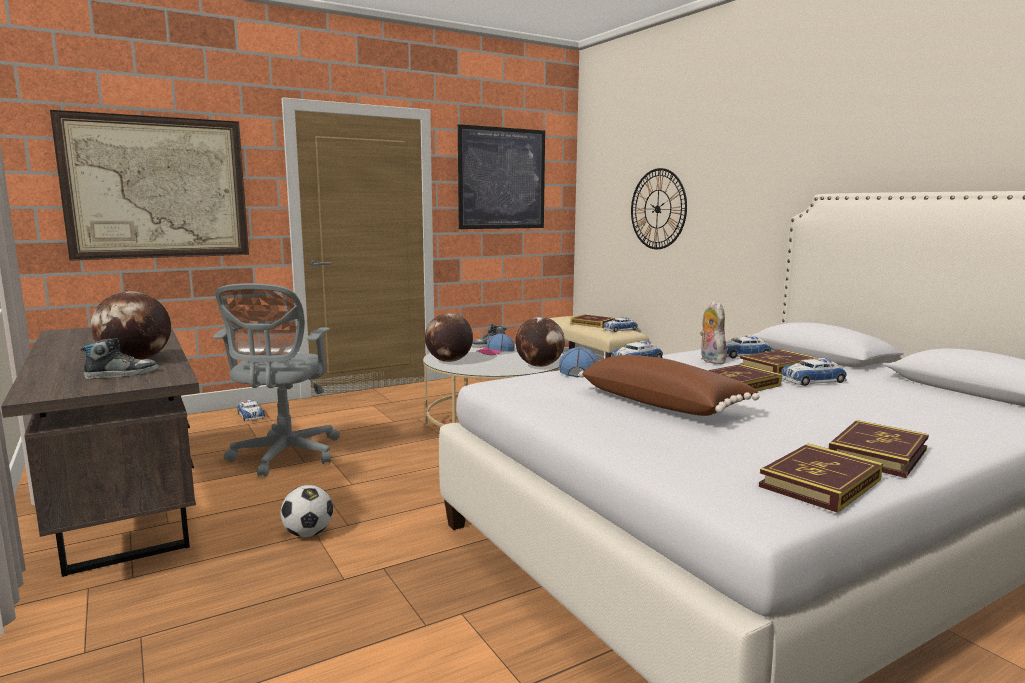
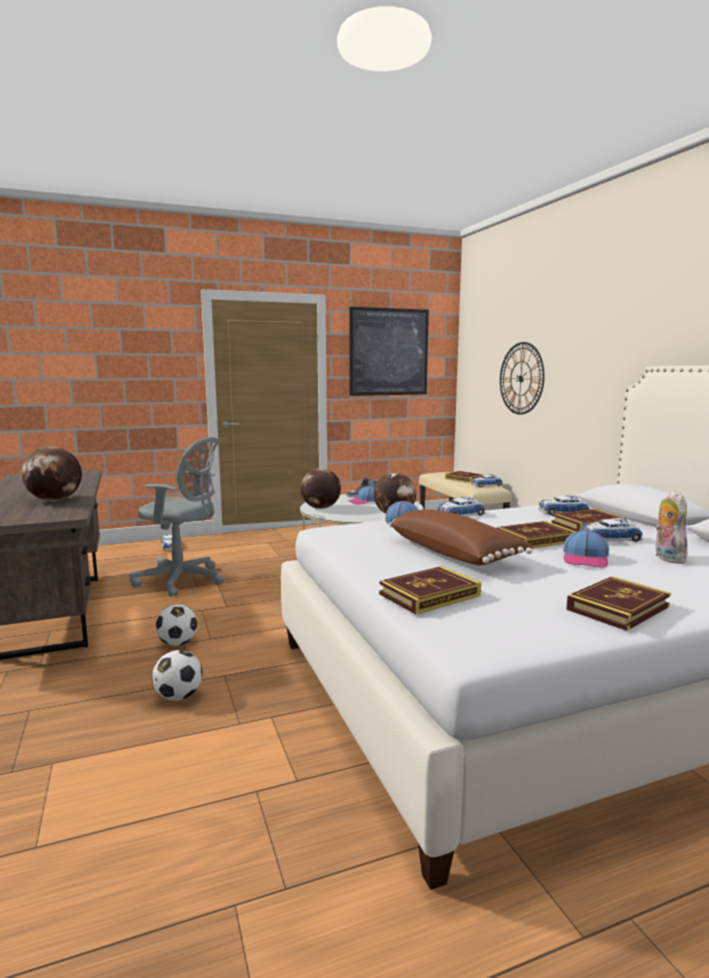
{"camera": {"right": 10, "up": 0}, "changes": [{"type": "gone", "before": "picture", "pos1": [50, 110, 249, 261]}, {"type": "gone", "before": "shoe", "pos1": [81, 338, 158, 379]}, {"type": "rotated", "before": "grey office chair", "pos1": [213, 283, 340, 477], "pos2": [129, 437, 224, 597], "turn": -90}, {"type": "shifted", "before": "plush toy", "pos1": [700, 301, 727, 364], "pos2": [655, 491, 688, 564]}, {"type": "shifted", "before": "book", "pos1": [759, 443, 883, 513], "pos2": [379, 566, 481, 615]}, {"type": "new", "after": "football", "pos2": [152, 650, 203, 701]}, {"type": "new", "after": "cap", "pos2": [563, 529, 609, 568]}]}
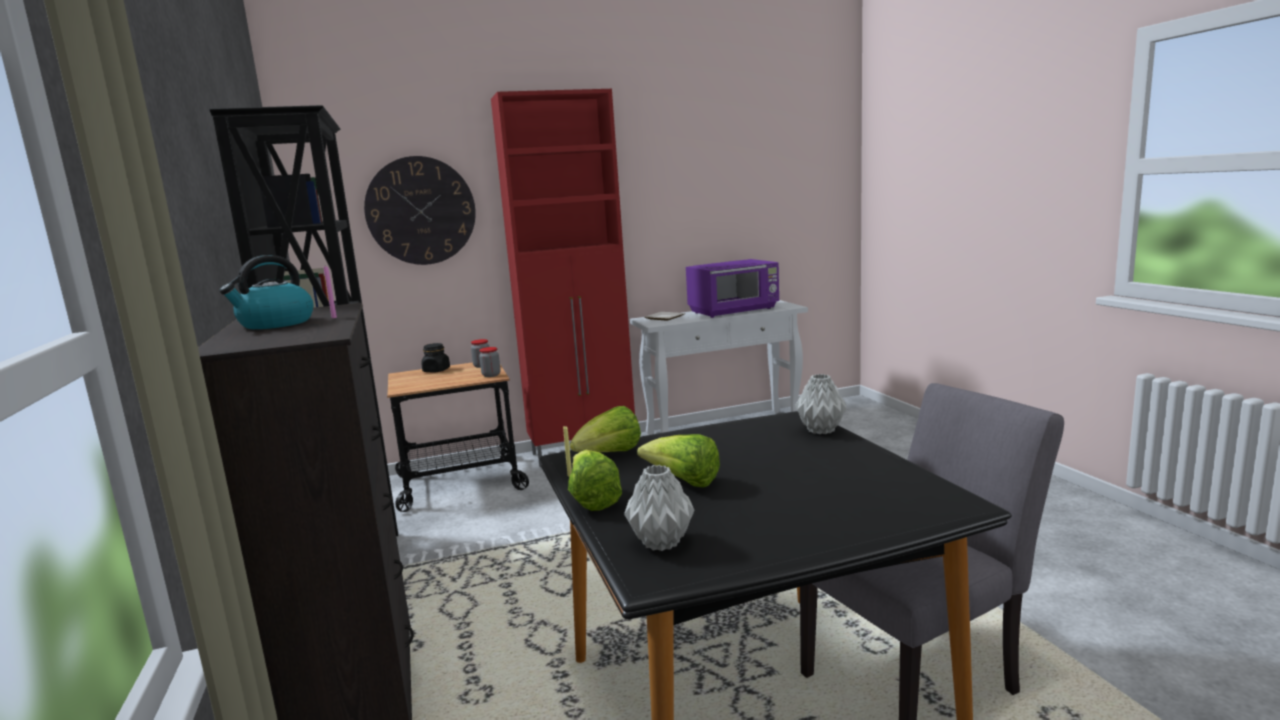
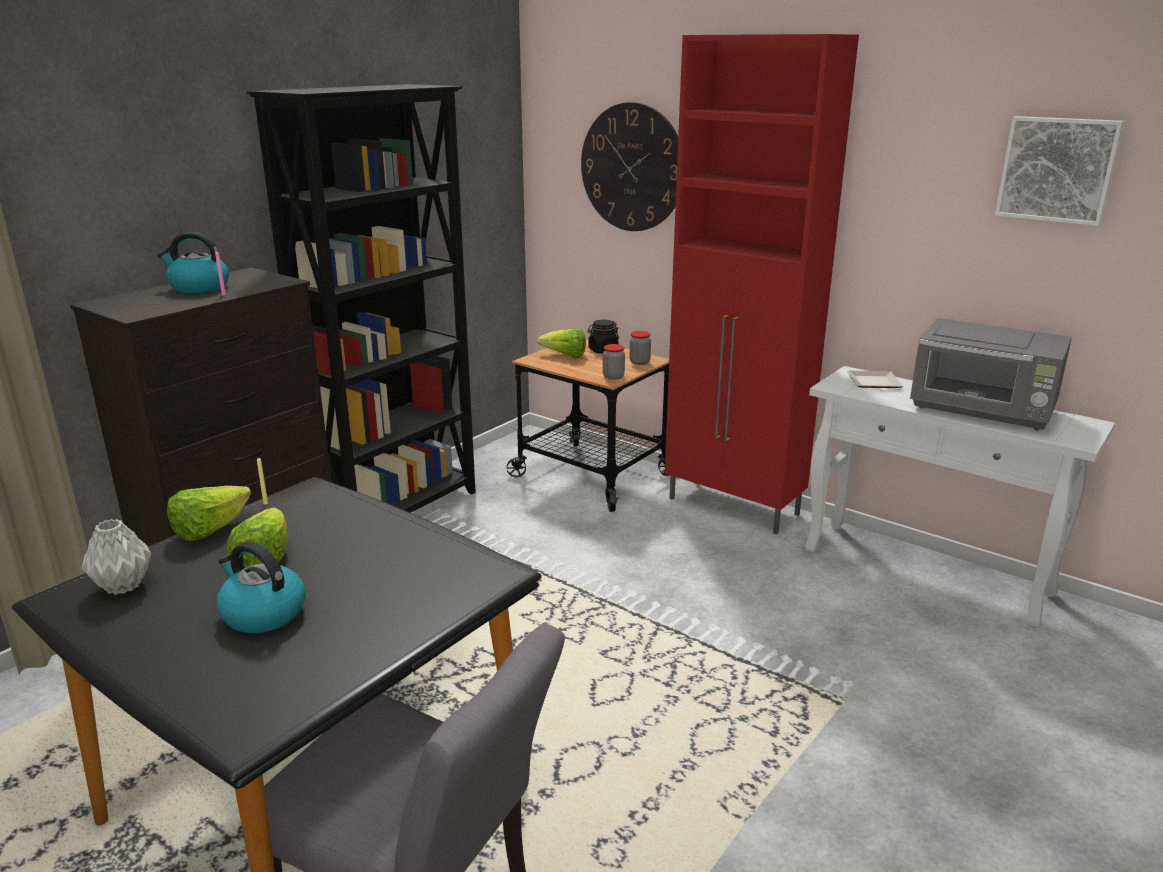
{"camera": {"right": 55, "up": 10}, "changes": [{"type": "shifted", "before": "lettuce", "pos1": [570, 406, 641, 452], "pos2": [537, 328, 586, 358]}, {"type": "repainted", "before": "purple microwave", "after": "grey microwave", "pos1": [686, 259, 779, 318], "pos2": [910, 318, 1072, 430]}, {"type": "gone", "before": "grey vase", "pos1": [795, 374, 846, 434]}, {"type": "new", "after": "kettle", "pos2": [217, 541, 306, 633]}, {"type": "new", "after": "picture", "pos2": [995, 116, 1124, 226]}]}
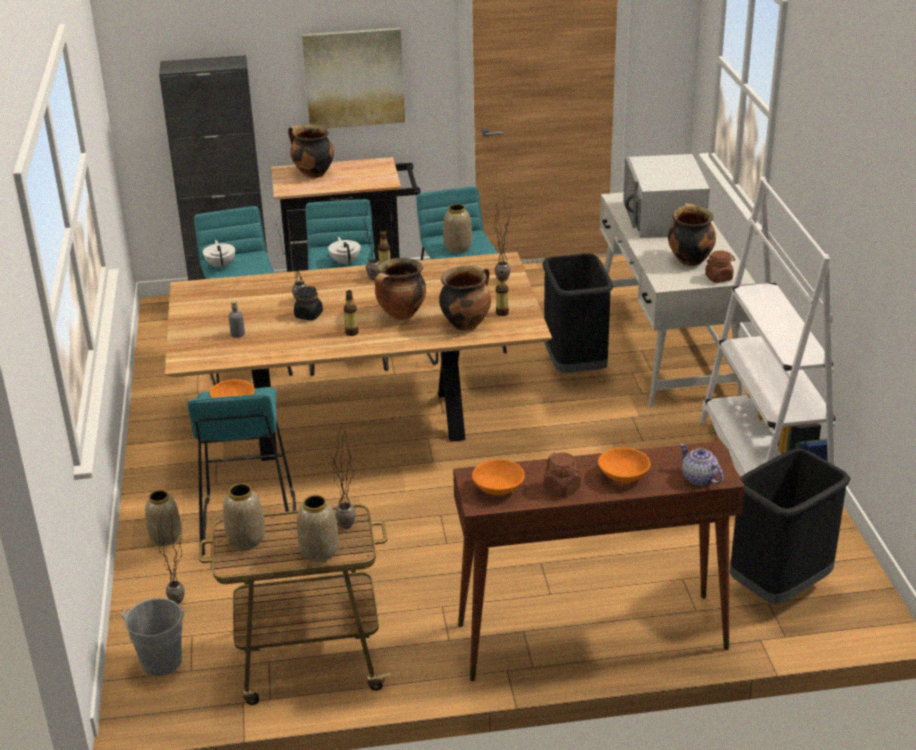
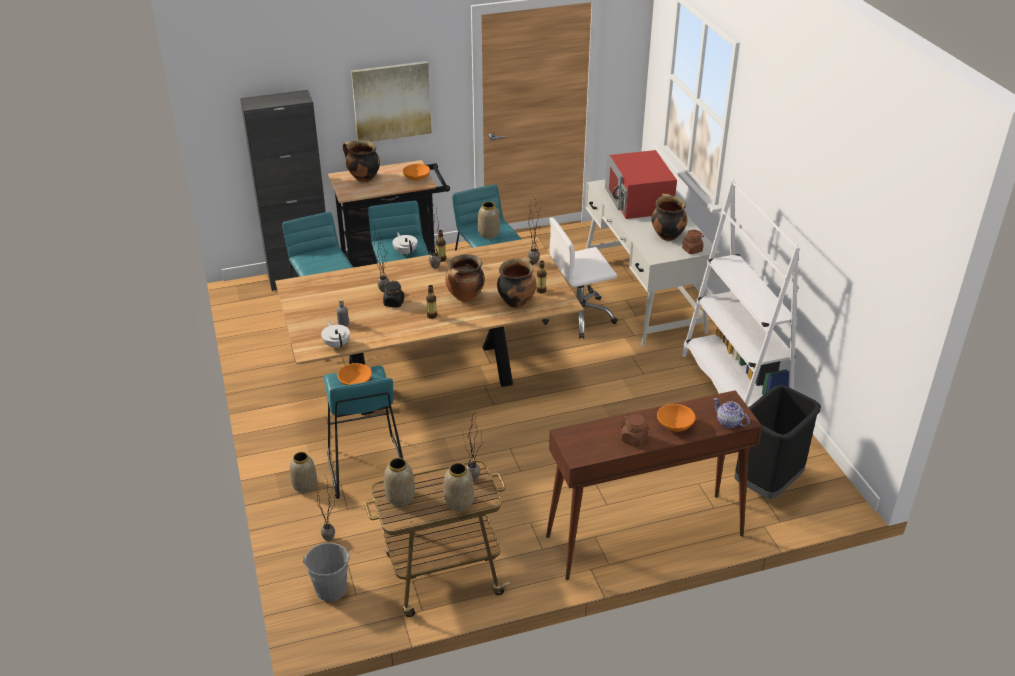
{"camera": {"right": -10, "up": 5}, "changes": [{"type": "shifted", "before": "white teapot", "pos1": [203, 240, 235, 269], "pos2": [321, 321, 350, 348]}, {"type": "shifted", "before": "orange bowl", "pos1": [472, 459, 525, 495], "pos2": [403, 164, 430, 181]}, {"type": "swapped", "before": "black trash can", "after": "white office chair", "pos1": [542, 253, 613, 373], "pos2": [542, 218, 618, 339]}, {"type": "repainted", "before": "white microwave", "after": "red microwave", "pos1": [623, 154, 710, 238], "pos2": [605, 150, 677, 219]}]}
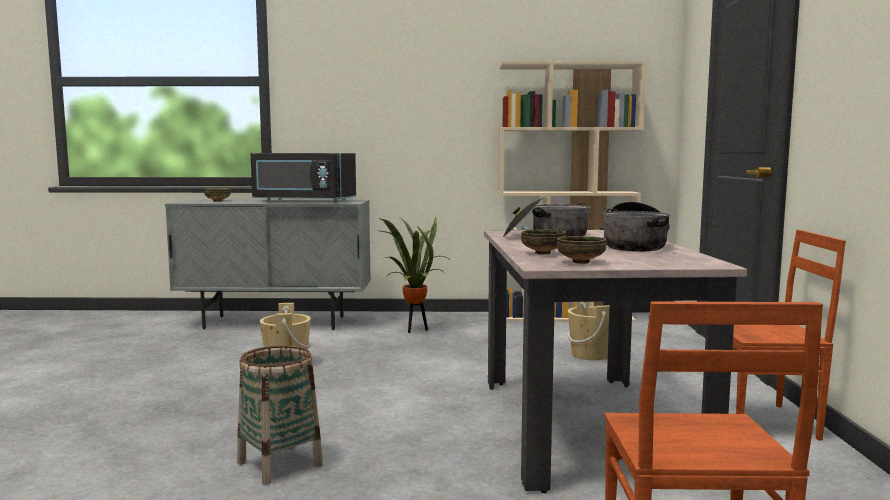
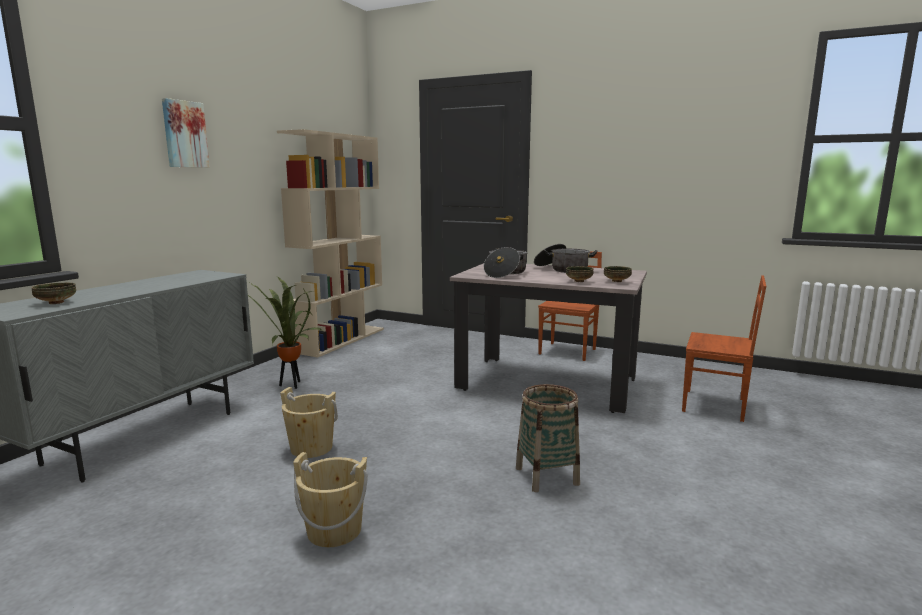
{"camera": {"right": -65, "up": 5}, "changes": [{"type": "gone", "before": "black microwave", "pos1": [251, 153, 356, 203]}, {"type": "shifted", "before": "beige bucket", "pos1": [568, 302, 609, 360], "pos2": [293, 452, 368, 547]}, {"type": "new", "after": "picture", "pos2": [162, 98, 210, 168]}]}
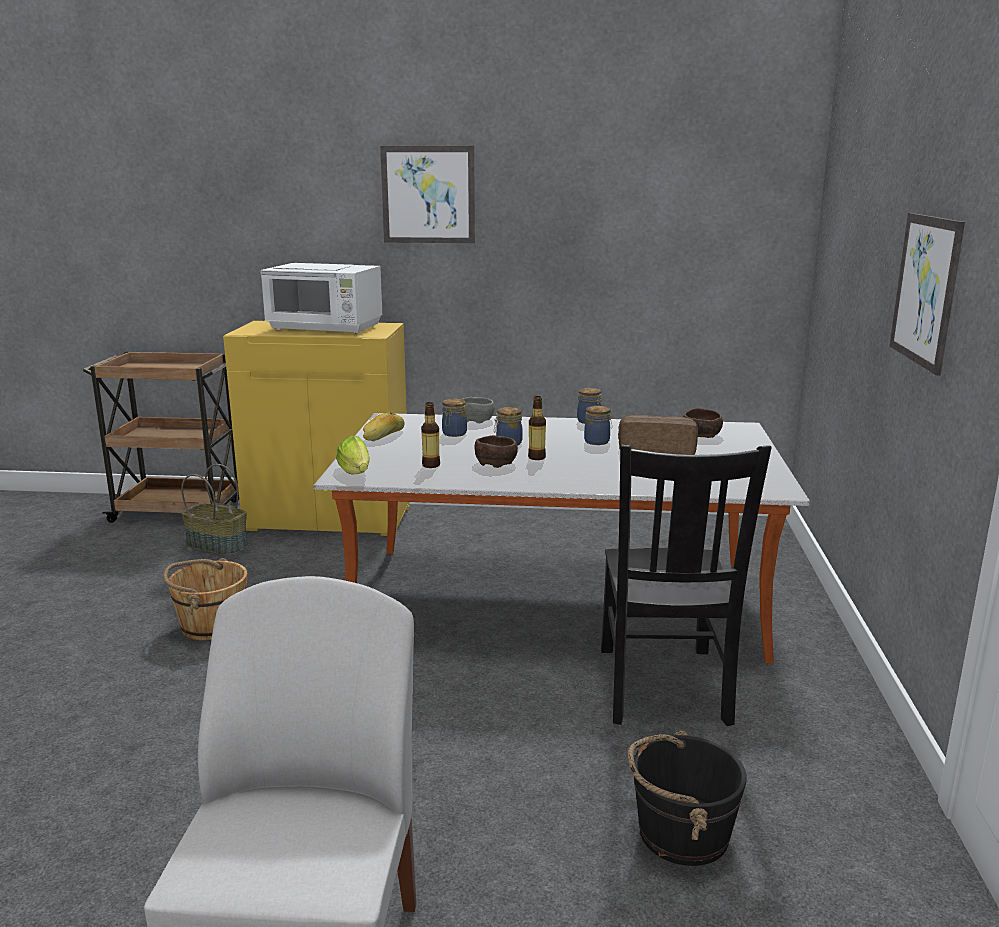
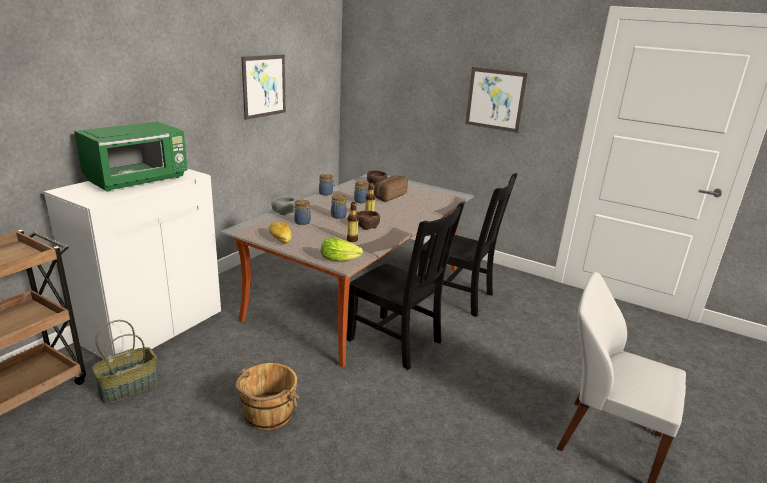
{"camera": {"right": -65, "up": 5}, "changes": [{"type": "repainted", "before": "yellow cabinet", "after": "white cabinet", "pos1": [223, 321, 410, 536], "pos2": [44, 169, 221, 359]}, {"type": "repainted", "before": "white microwave", "after": "green microwave", "pos1": [260, 263, 382, 334], "pos2": [74, 122, 188, 192]}, {"type": "shifted", "before": "picture", "pos1": [380, 146, 475, 243], "pos2": [241, 54, 286, 120]}, {"type": "gone", "before": "black bucket", "pos1": [628, 730, 747, 866]}, {"type": "new", "after": "black chair", "pos2": [347, 202, 465, 370]}]}
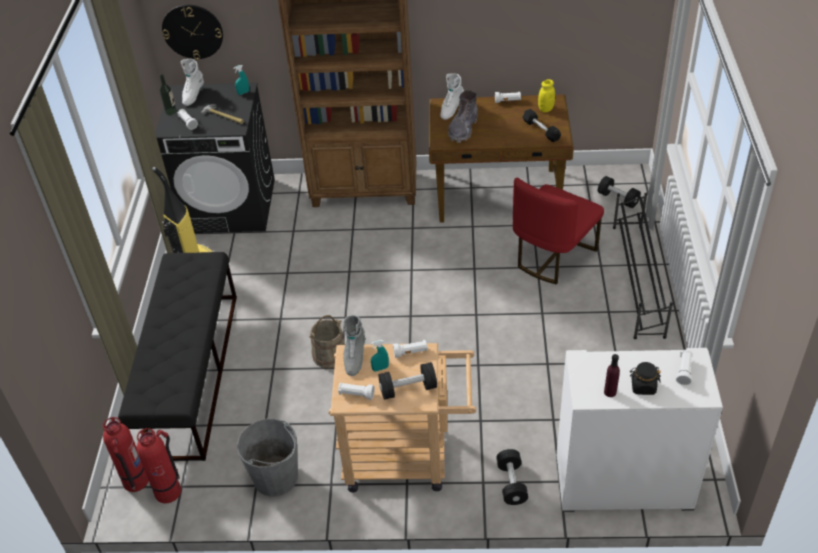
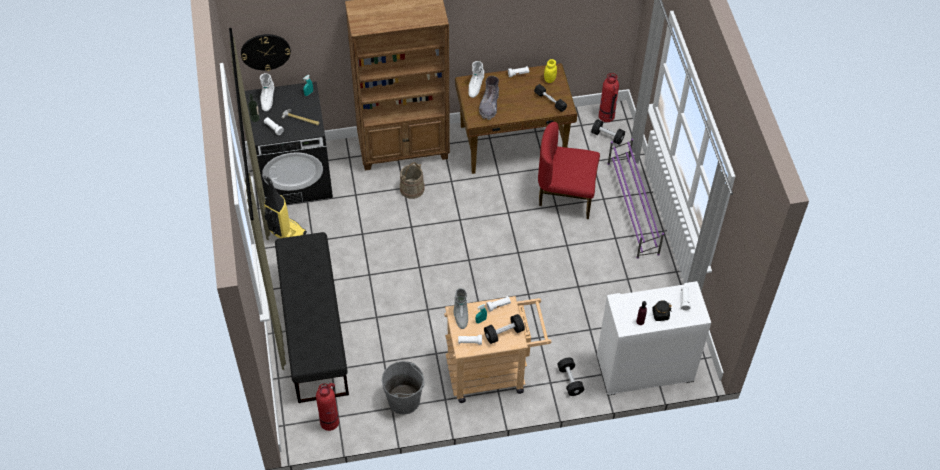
{"camera": {"right": -15, "up": 10}, "changes": [{"type": "shifted", "before": "fire extinguisher", "pos1": [103, 417, 149, 492], "pos2": [599, 73, 619, 122]}, {"type": "shifted", "before": "beige bucket", "pos1": [309, 315, 345, 368], "pos2": [400, 162, 424, 199]}, {"type": "rotated", "before": "red chair", "pos1": [513, 178, 604, 285], "pos2": [538, 122, 600, 219], "turn": 75}, {"type": "repainted", "before": "black shoe rack", "after": "purple shoe rack", "pos1": [613, 193, 673, 339], "pos2": [608, 138, 664, 259]}]}
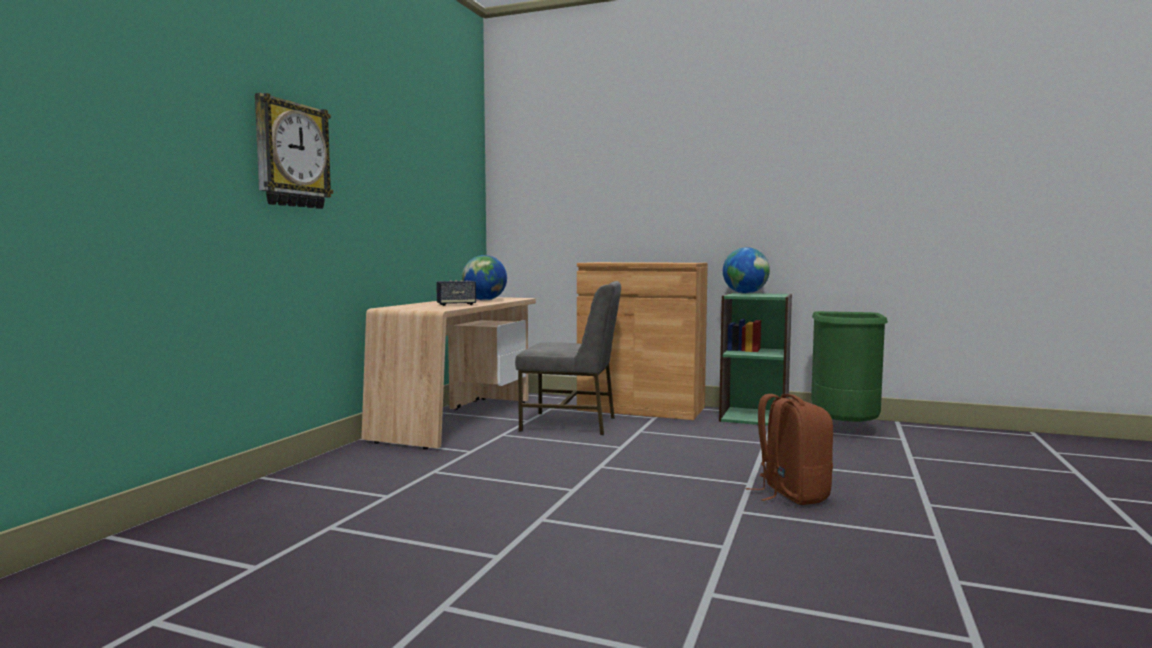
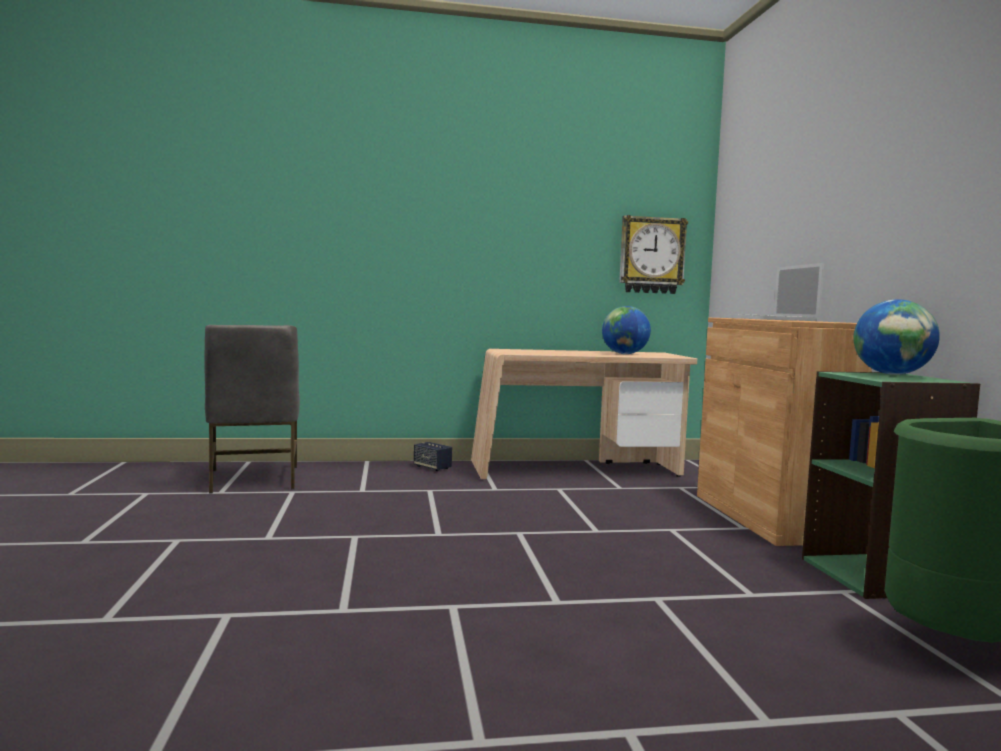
{"camera": {"right": 60, "up": 0}, "changes": [{"type": "shifted", "before": "wall clock", "pos1": [255, 93, 333, 209], "pos2": [619, 215, 688, 294]}, {"type": "shifted", "before": "speaker", "pos1": [436, 280, 476, 306], "pos2": [414, 442, 452, 471]}, {"type": "shifted", "before": "grey chair", "pos1": [515, 281, 621, 435], "pos2": [204, 325, 300, 494]}, {"type": "gone", "before": "brown backpack", "pos1": [746, 394, 833, 505]}, {"type": "new", "after": "laptop", "pos2": [724, 263, 824, 321]}]}
